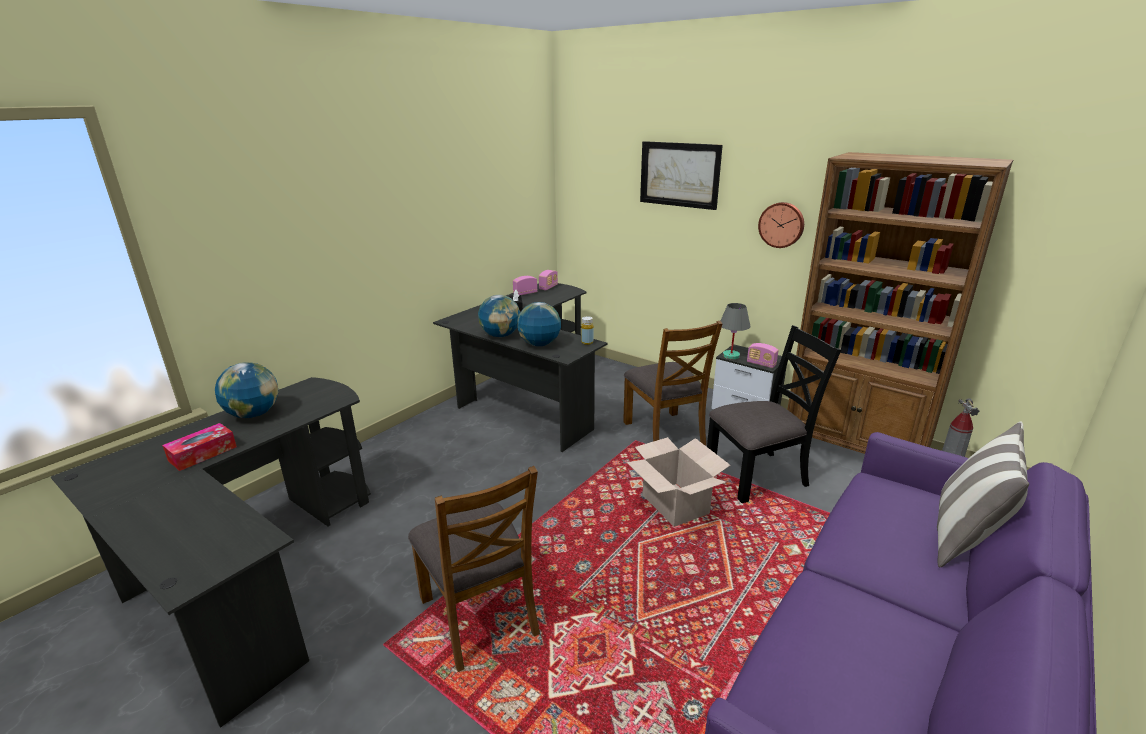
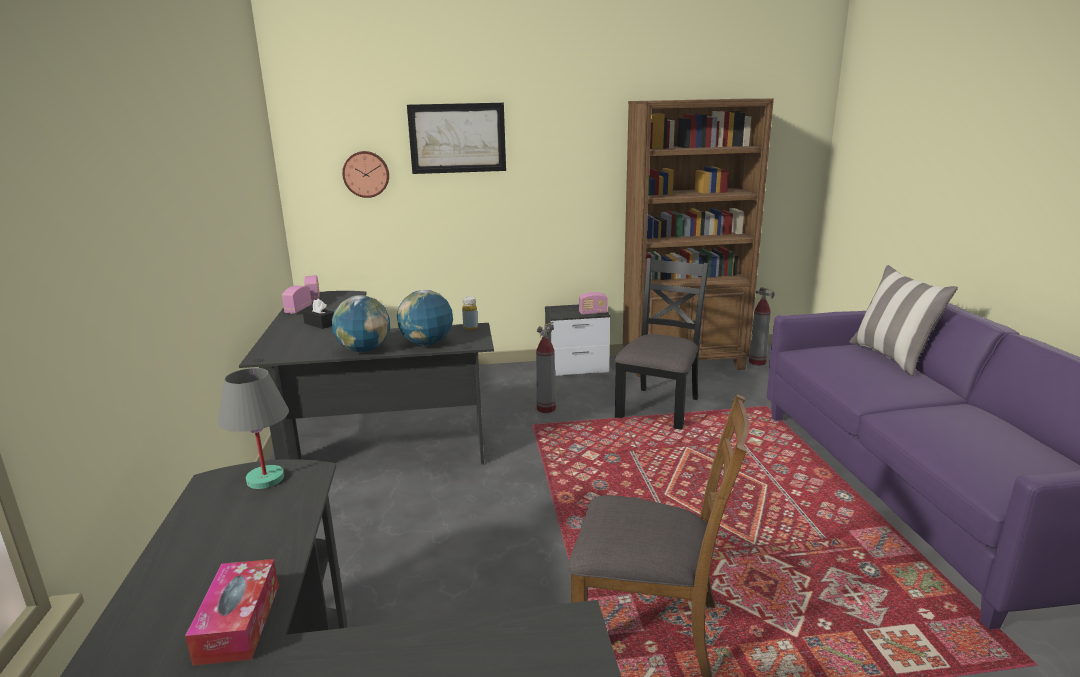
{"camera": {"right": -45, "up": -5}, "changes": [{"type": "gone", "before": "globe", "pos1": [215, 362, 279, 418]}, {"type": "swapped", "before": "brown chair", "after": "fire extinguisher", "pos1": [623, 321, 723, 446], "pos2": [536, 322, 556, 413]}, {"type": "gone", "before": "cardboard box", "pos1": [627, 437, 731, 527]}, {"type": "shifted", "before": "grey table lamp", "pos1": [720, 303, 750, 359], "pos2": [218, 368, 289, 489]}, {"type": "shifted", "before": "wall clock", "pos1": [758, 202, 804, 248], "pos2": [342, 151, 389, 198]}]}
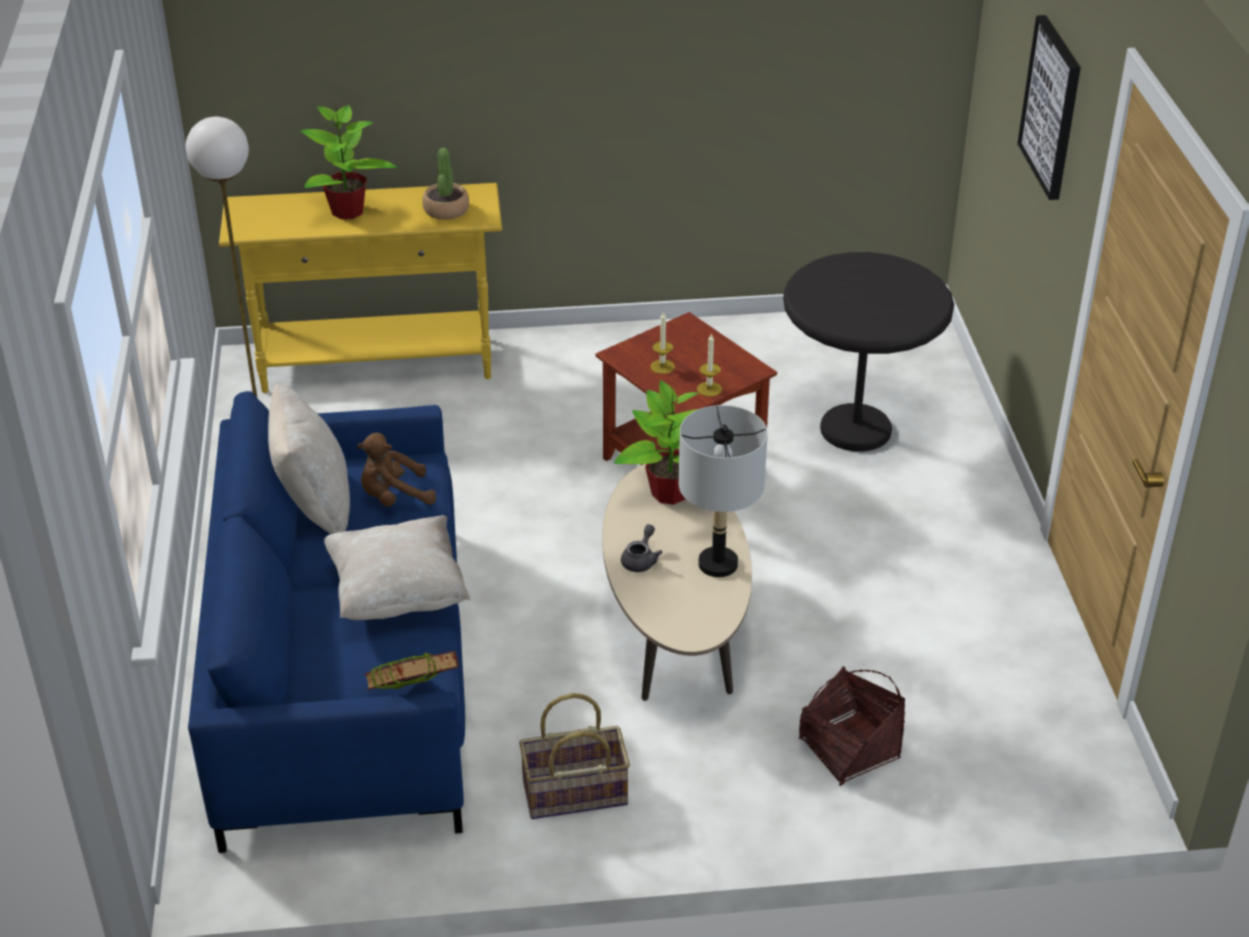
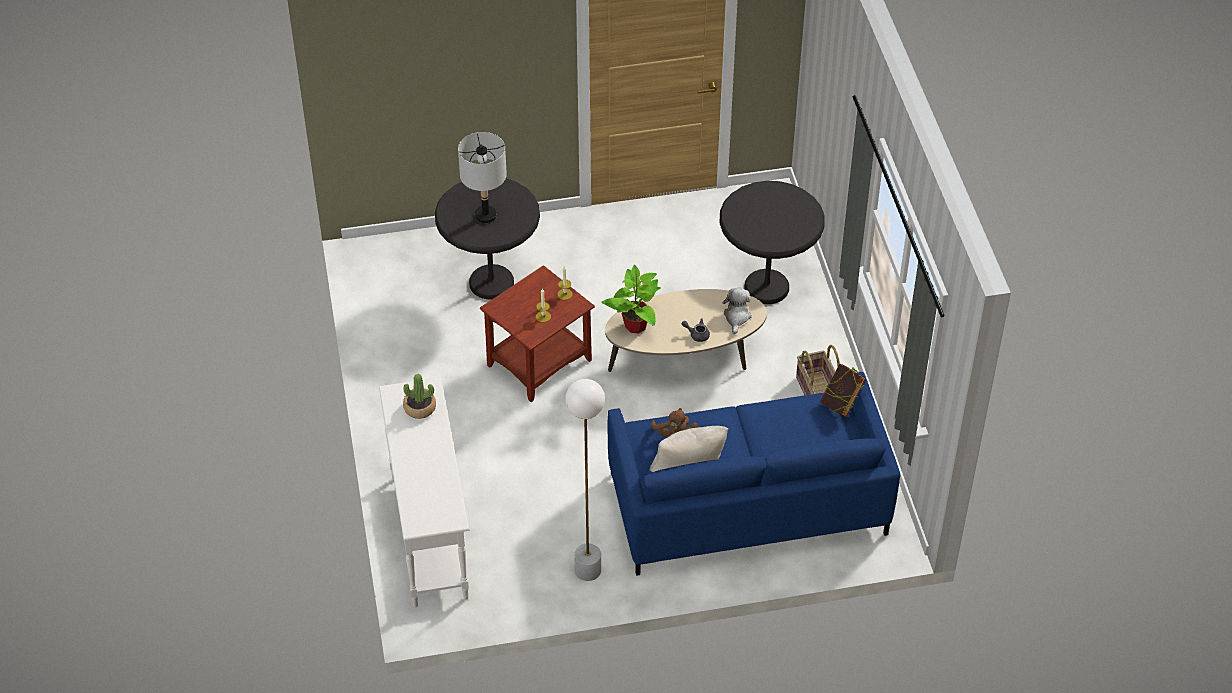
{"camera": {"right": -95, "up": 10}, "changes": [{"type": "repainted", "before": "yellow console table", "after": "white console table", "pos1": [219, 183, 502, 393], "pos2": [379, 377, 470, 608]}, {"type": "gone", "before": "potted plant", "pos1": [300, 105, 398, 219]}, {"type": "gone", "before": "beige pillow", "pos1": [324, 515, 470, 620]}, {"type": "shifted", "before": "grey table lamp", "pos1": [679, 405, 768, 577], "pos2": [458, 132, 507, 223]}, {"type": "swapped", "before": "basket", "after": "black side table", "pos1": [799, 666, 905, 786], "pos2": [720, 181, 825, 304]}, {"type": "gone", "before": "picture", "pos1": [1017, 15, 1081, 200]}, {"type": "new", "after": "plush toy", "pos2": [722, 288, 752, 334]}]}
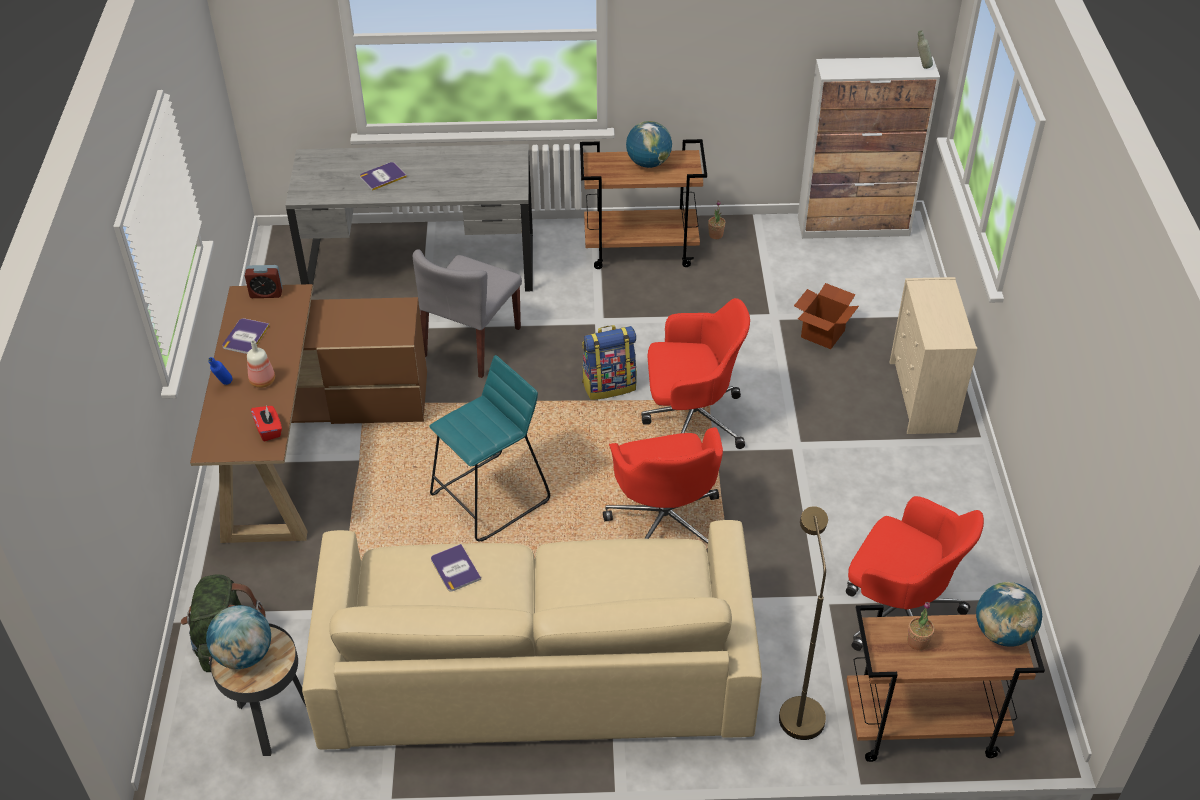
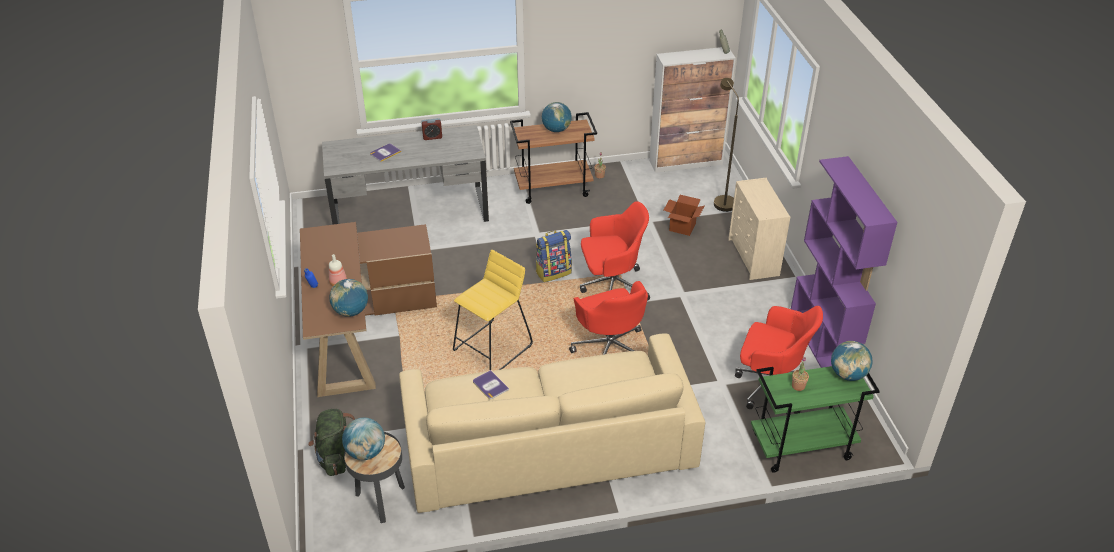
{"camera": {"right": -10, "up": -5}, "changes": [{"type": "gone", "before": "book", "pos1": [222, 318, 270, 354]}, {"type": "shifted", "before": "alarm clock", "pos1": [245, 265, 283, 298], "pos2": [421, 118, 442, 140]}, {"type": "swapped", "before": "red tissue box", "after": "globe", "pos1": [251, 406, 282, 441], "pos2": [329, 279, 368, 317]}, {"type": "gone", "before": "grey chair", "pos1": [413, 249, 522, 378]}, {"type": "repainted", "before": "turquoise stool", "after": "yellow stool", "pos1": [429, 355, 550, 541], "pos2": [453, 250, 533, 371]}, {"type": "shifted", "before": "brown floor lamp", "pos1": [779, 506, 828, 740], "pos2": [714, 78, 739, 212]}, {"type": "repainted", "before": "brown cart", "after": "green cart", "pos1": [846, 605, 1045, 762], "pos2": [751, 366, 880, 473]}, {"type": "new", "after": "purple bookcase", "pos2": [791, 156, 898, 368]}]}
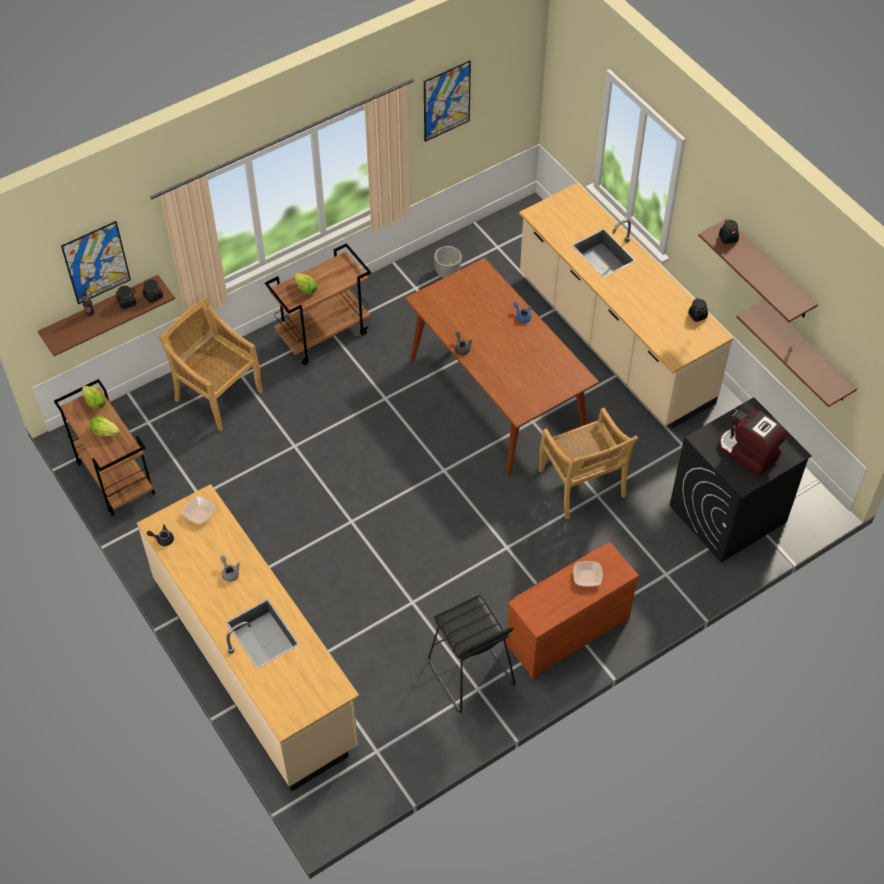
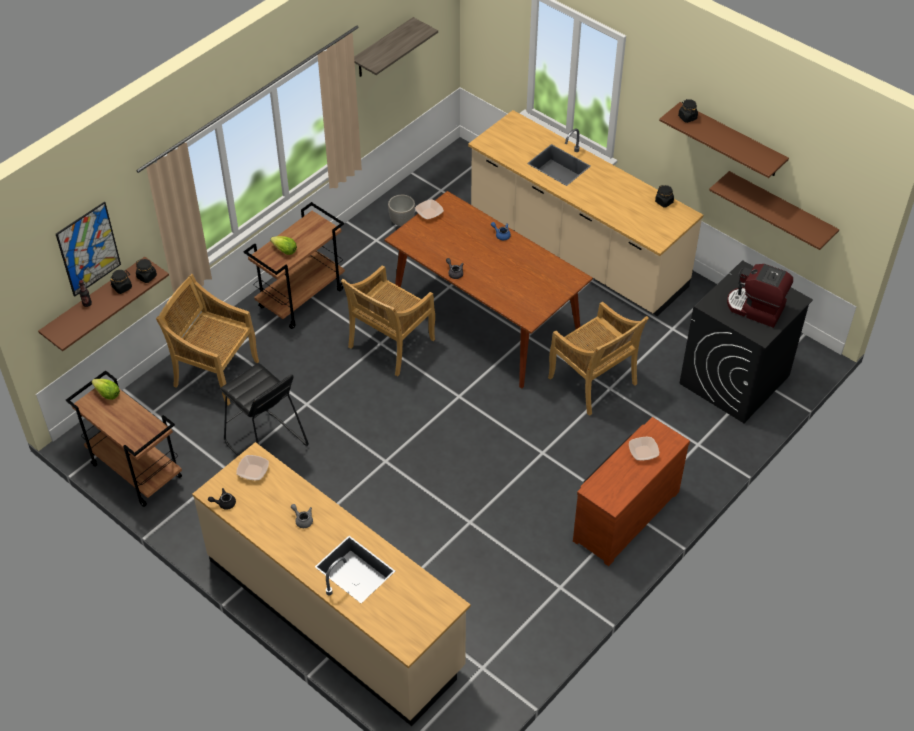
{"camera": {"right": -15, "up": -5}, "changes": [{"type": "gone", "before": "lettuce", "pos1": [90, 415, 120, 436]}, {"type": "swapped", "before": "picture", "after": "shelf", "pos1": [424, 60, 471, 142], "pos2": [354, 17, 438, 77]}, {"type": "shifted", "before": "black stool", "pos1": [429, 595, 516, 713], "pos2": [220, 363, 309, 456]}, {"type": "new", "after": "beige chair", "pos2": [341, 265, 435, 376]}, {"type": "new", "after": "bowl", "pos2": [415, 199, 444, 219]}]}
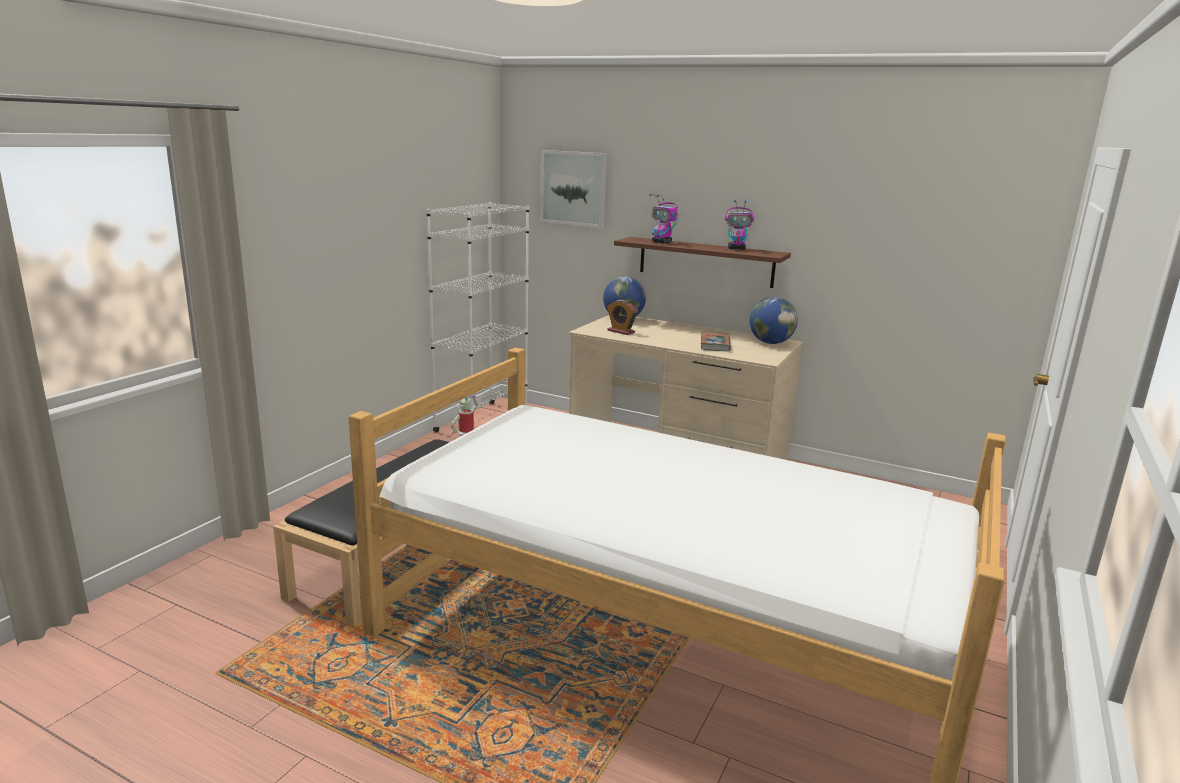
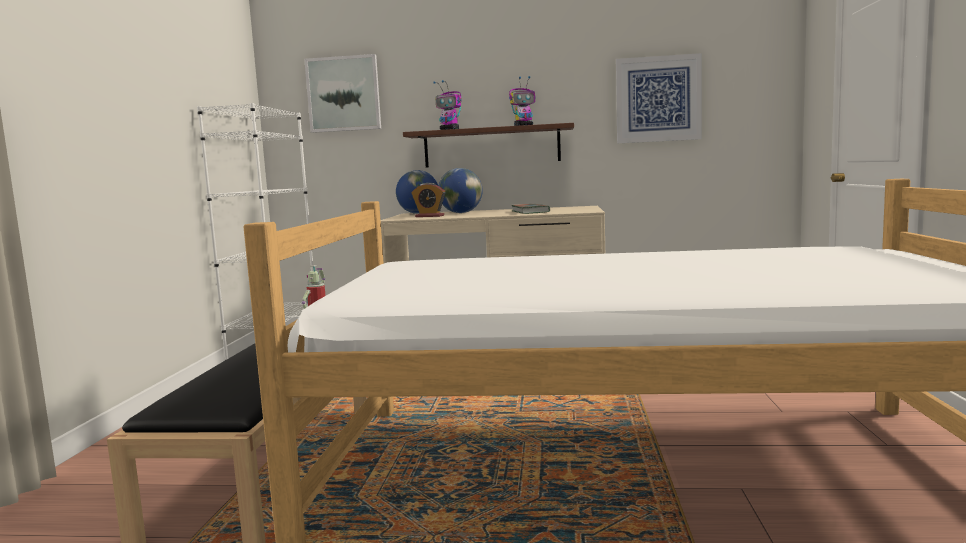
{"camera": {"right": -20, "up": -10}, "changes": [{"type": "shifted", "before": "globe", "pos1": [749, 297, 798, 344], "pos2": [438, 168, 483, 213]}, {"type": "new", "after": "picture", "pos2": [616, 53, 702, 143]}]}
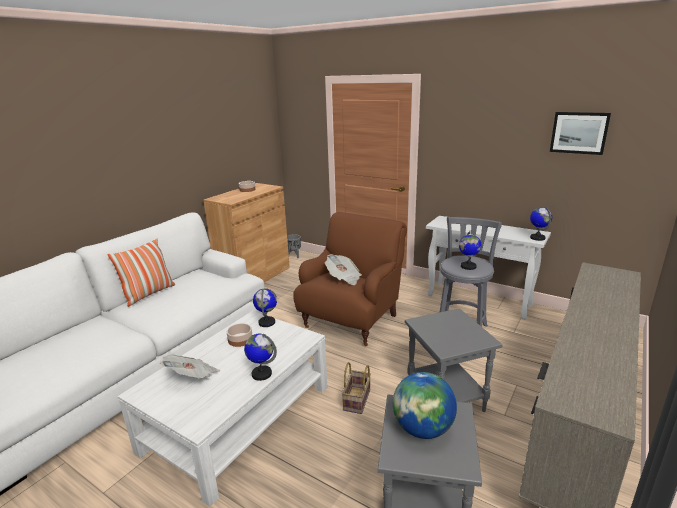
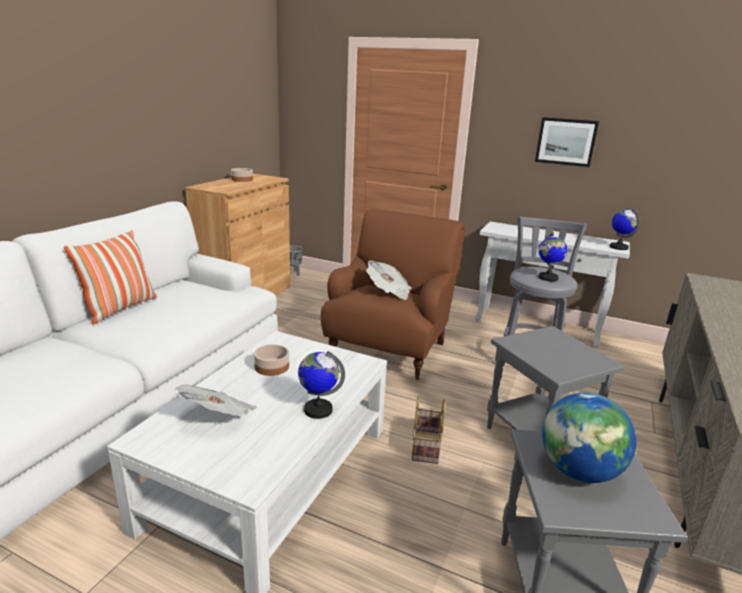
{"camera": {"right": -10, "up": 0}, "changes": [{"type": "gone", "before": "globe", "pos1": [253, 289, 277, 327]}, {"type": "shifted", "before": "picture", "pos1": [550, 112, 611, 155], "pos2": [535, 117, 599, 167]}]}
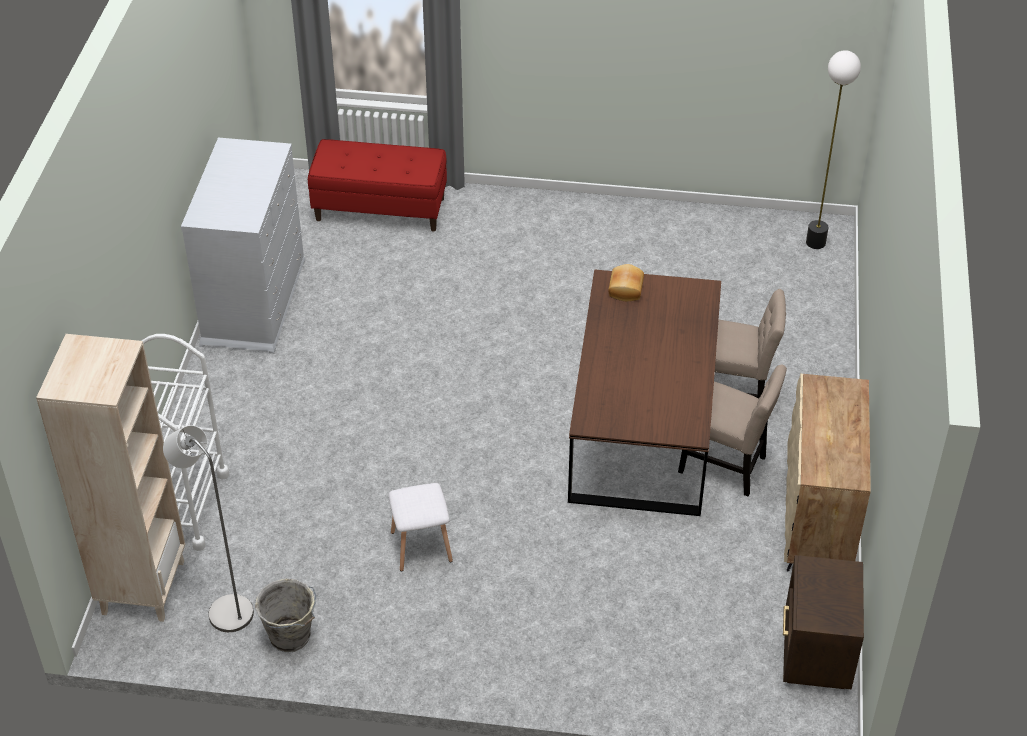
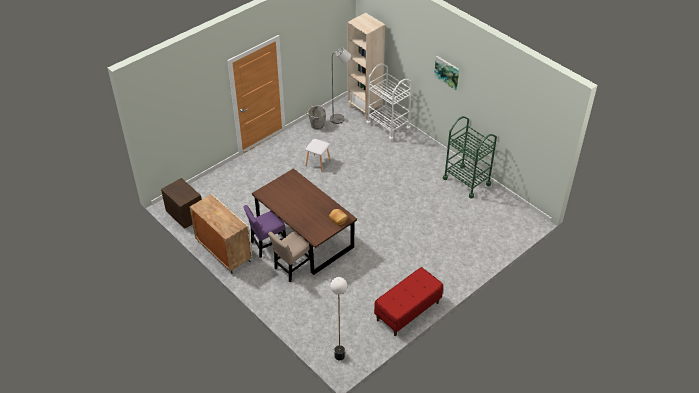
{"camera": {"right": 130, "up": 0}, "changes": [{"type": "swapped", "before": "white dresser", "after": "green cart", "pos1": [181, 138, 305, 354], "pos2": [443, 116, 497, 199]}, {"type": "shifted", "before": "red bench", "pos1": [308, 139, 447, 231], "pos2": [374, 267, 443, 336]}, {"type": "repainted", "before": "beige chair", "after": "purple chair", "pos1": [678, 364, 787, 496], "pos2": [244, 205, 286, 258]}, {"type": "new", "after": "picture", "pos2": [434, 56, 459, 91]}]}
